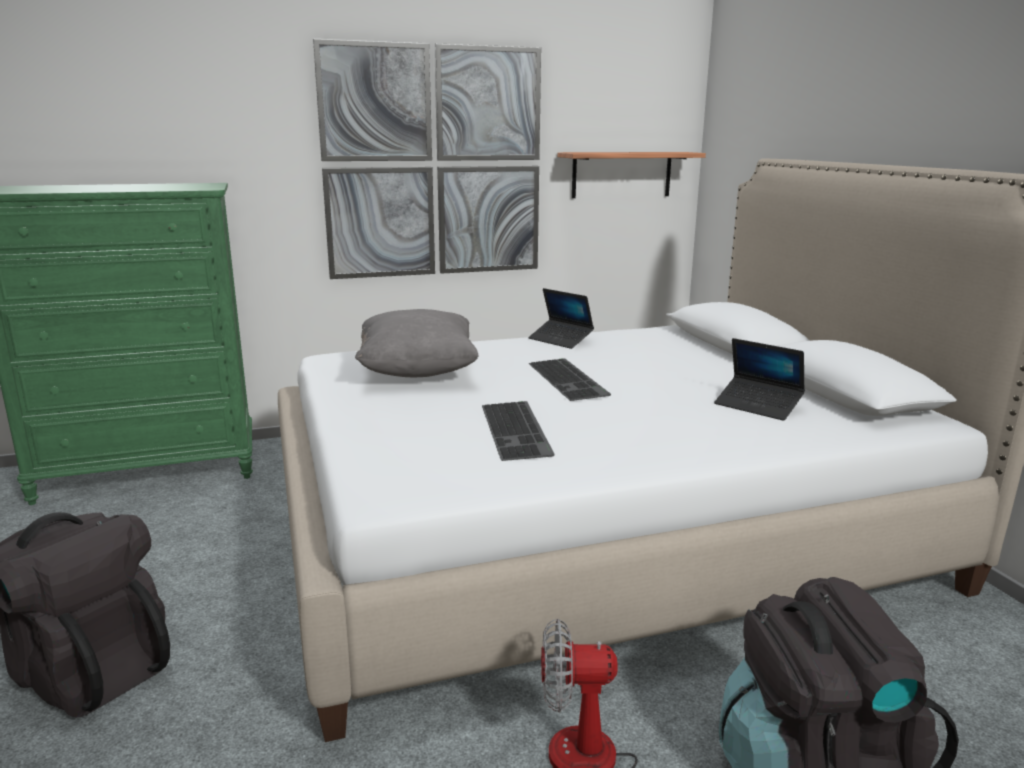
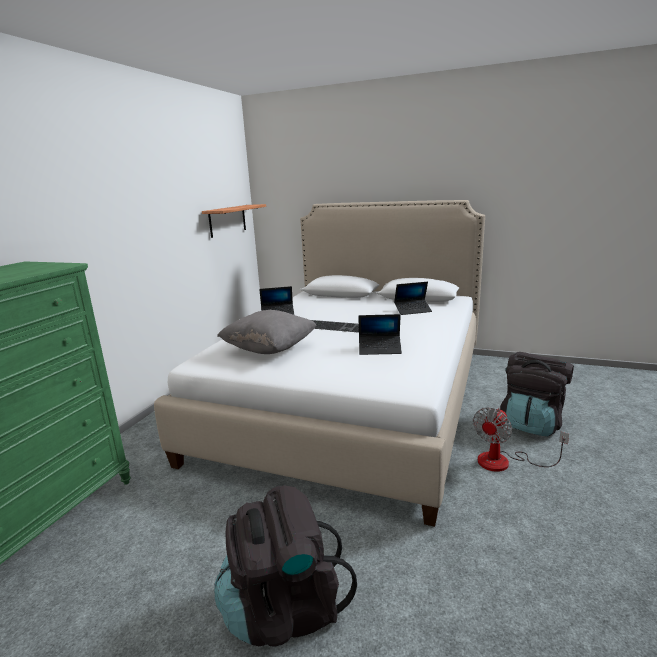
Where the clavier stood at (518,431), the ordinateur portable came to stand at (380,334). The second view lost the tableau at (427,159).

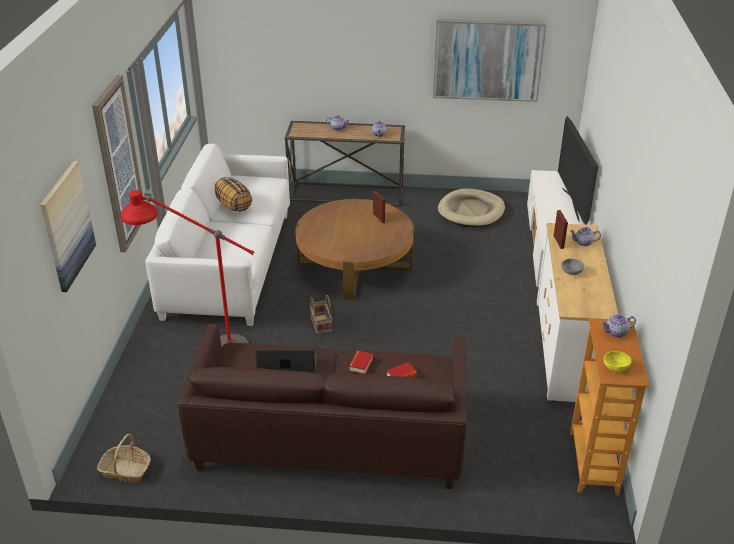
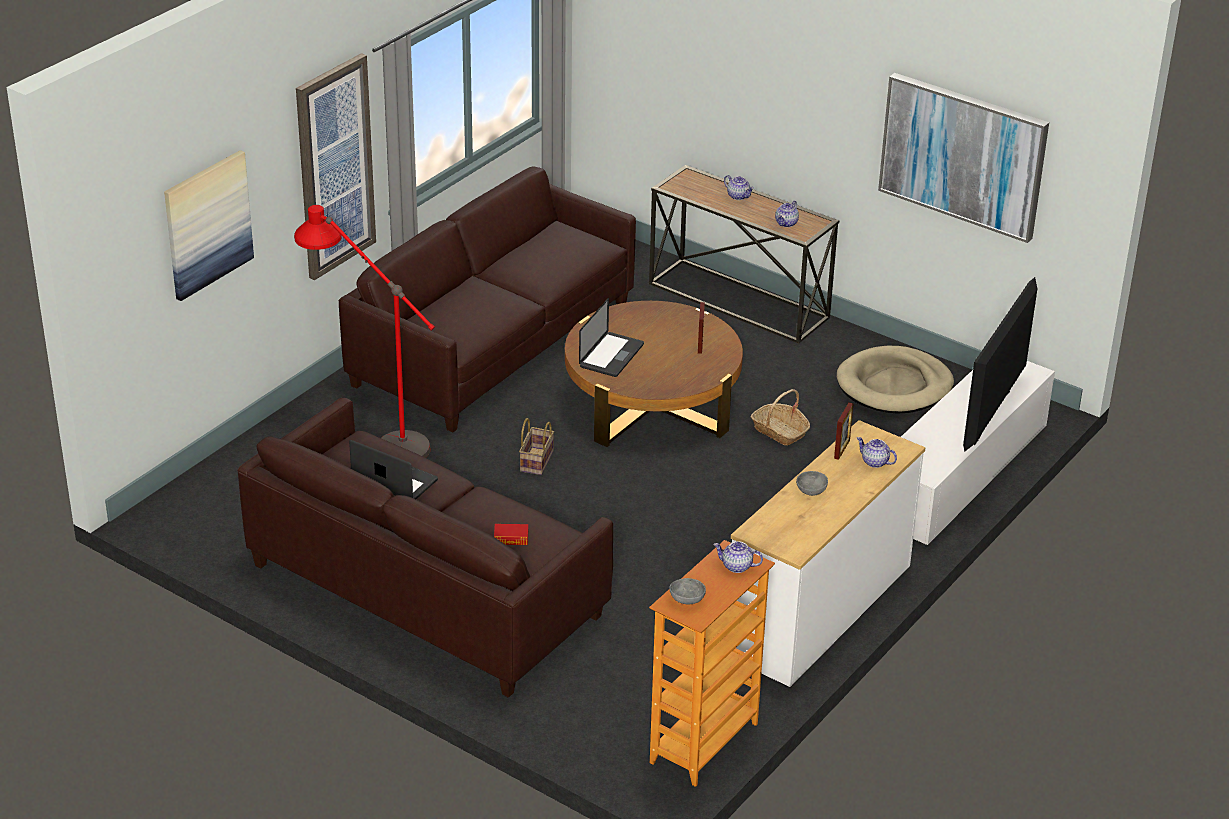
What was the canapé (blanc) at (217,235) turned into the canapé (marron) at (487,299). The second view gained the ordinateur portable at (611,337). What was the bol (jaune) at (617,361) turned into the bol (gris) at (687,591). The panier ended up elsewhere, having gone from (124,458) to (780,417). The second view lost the coussin at (233,194). The second view lost the livre at (361,362).

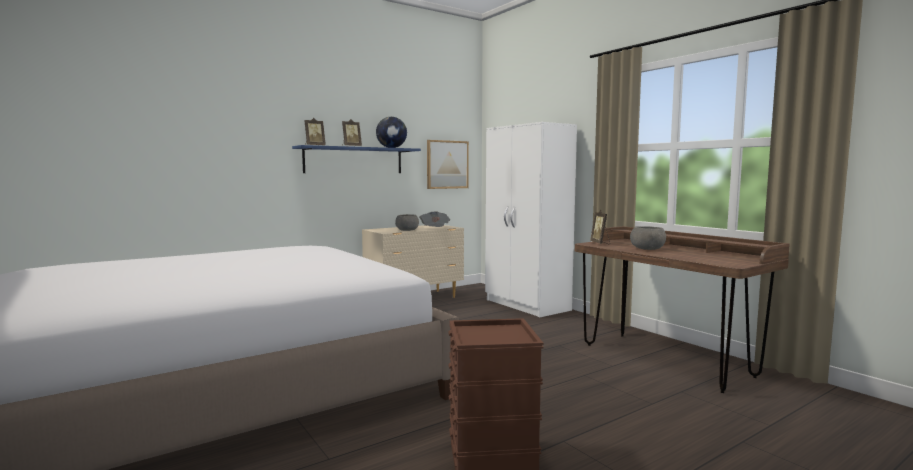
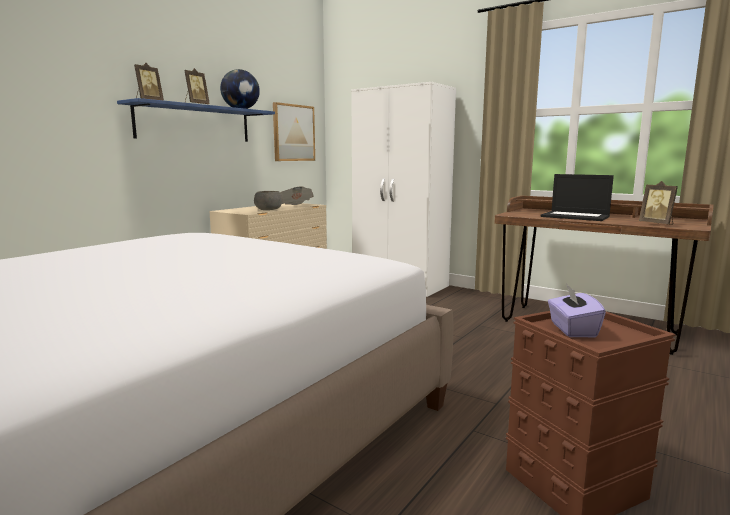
Where the bol (gris) stood at (648,238), the ordinateur portable came to stand at (577,197). The second view gained the boîte à mouchoirs (violet) at (577,311). The cadre photo ended up elsewhere, having gone from (600,227) to (658,203).

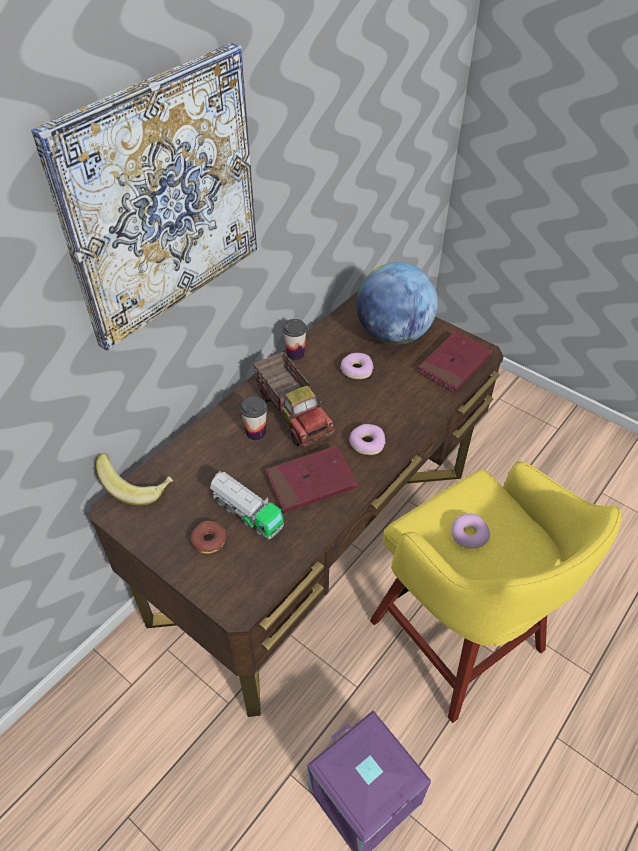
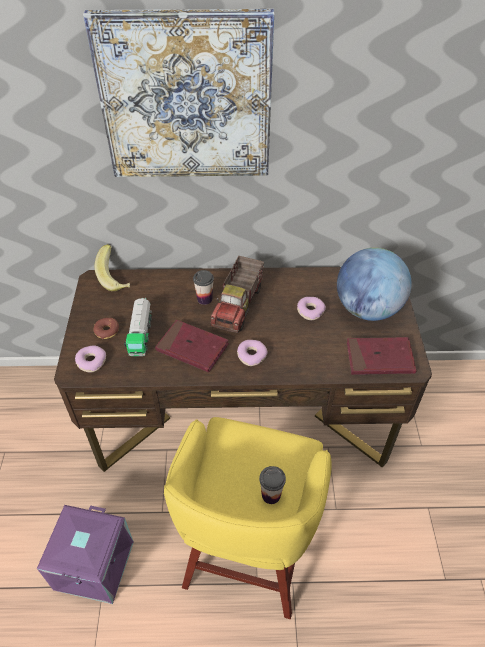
The beignet ended up elsewhere, having gone from (470,531) to (90,358). The tasse ended up elsewhere, having gone from (295,339) to (272,485).

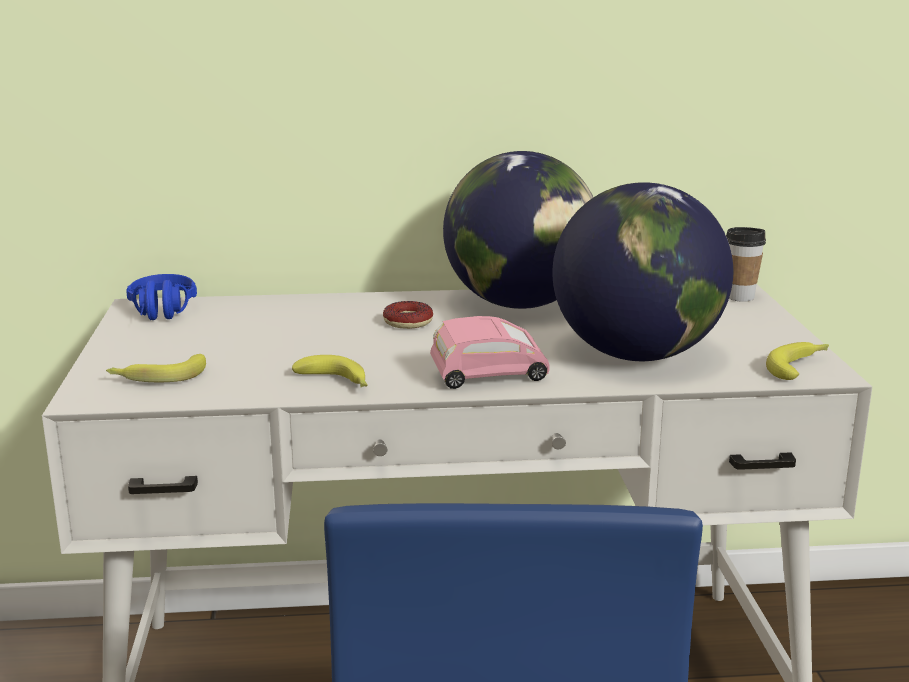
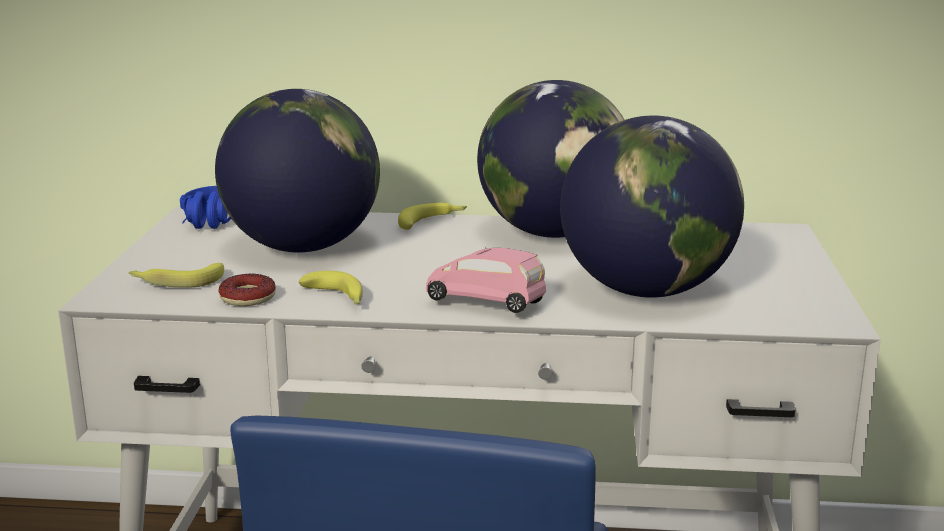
The second view gained the globe at (297,171). The beignet ended up elsewhere, having gone from (408,315) to (247,290). The banane ended up elsewhere, having gone from (797,361) to (432,216). The petite voiture (rose) at (489,352) ended up facing another way, 150 degrees counterclockwise from before. The second view lost the tasse at (746,264).

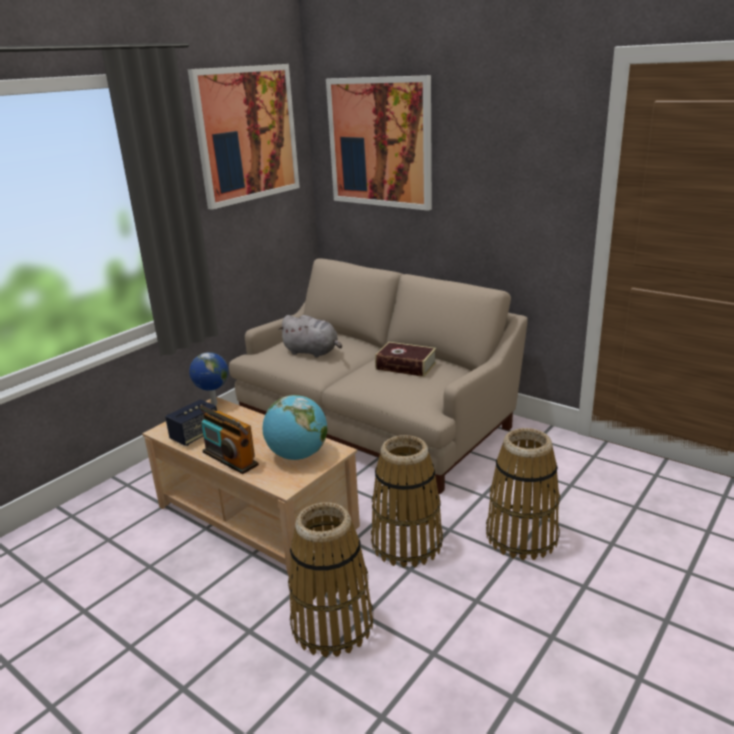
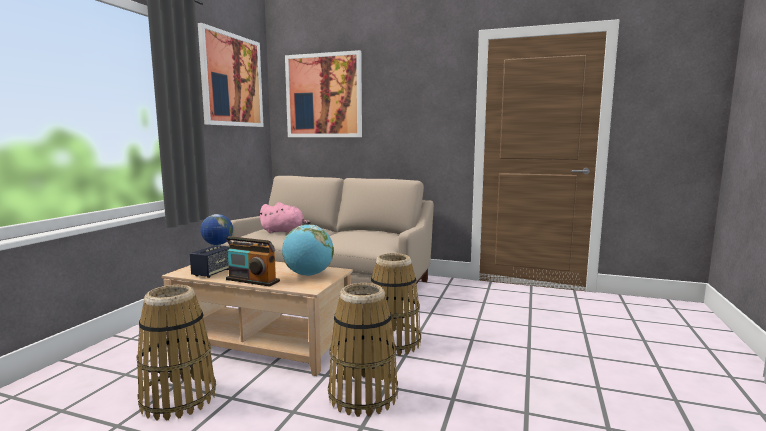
The panier ended up elsewhere, having gone from (523,494) to (176,352). What was the peluche (gris) at (310,336) turned into the peluche (rose) at (284,217). The second view lost the livre at (405,359).

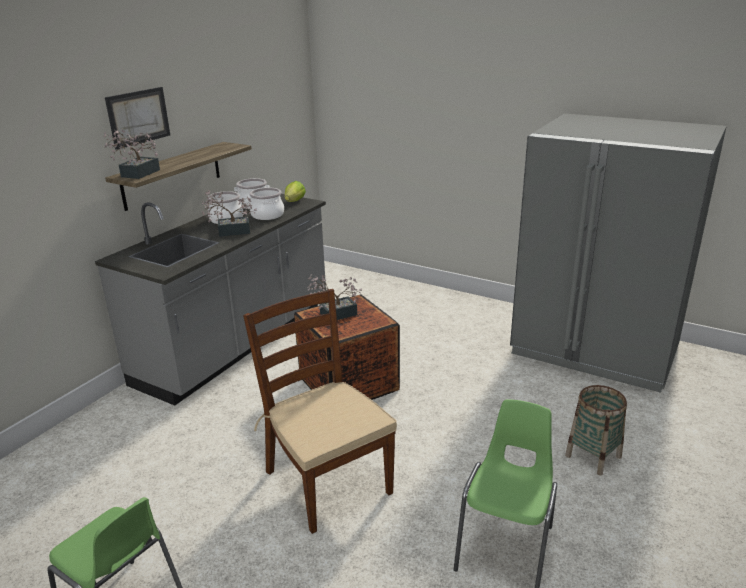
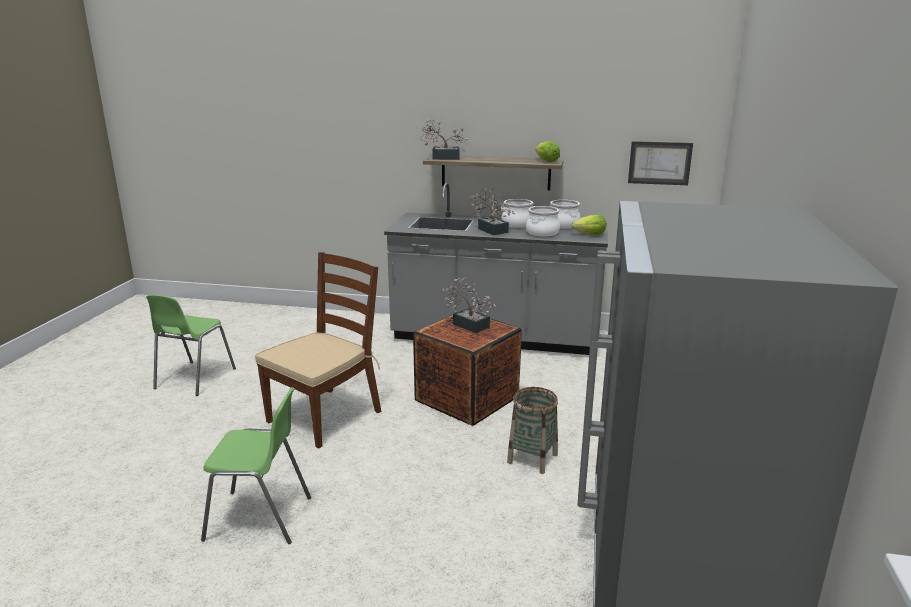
The panier ended up elsewhere, having gone from (596,430) to (532,430). The second view gained the laitue at (547,151). The tableau ended up elsewhere, having gone from (137,118) to (660,163).

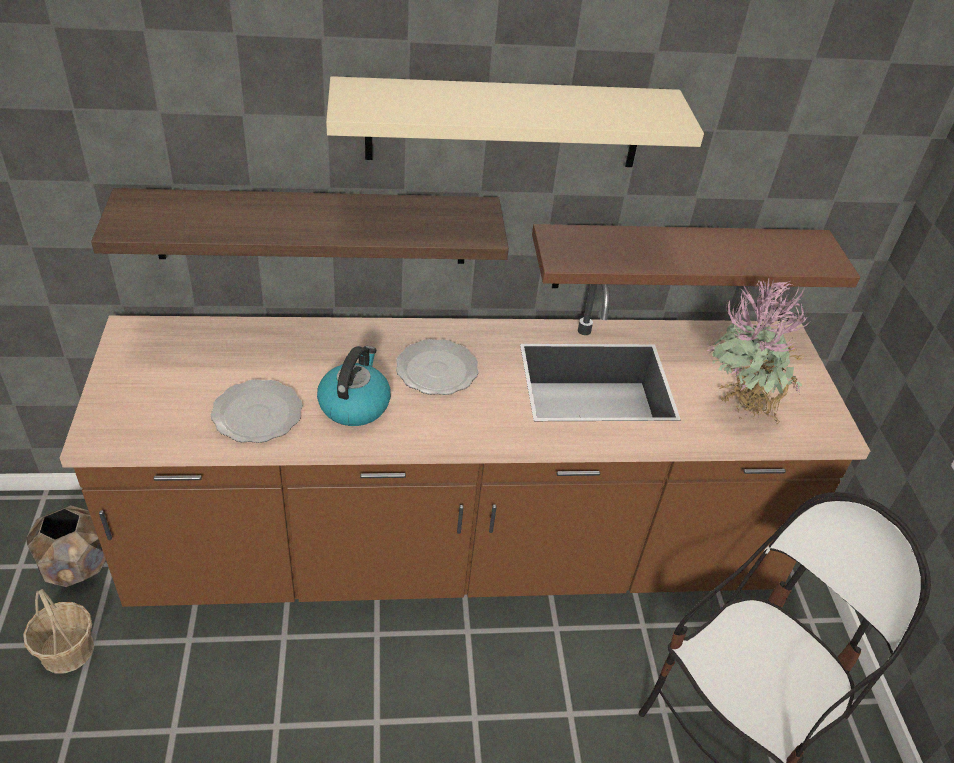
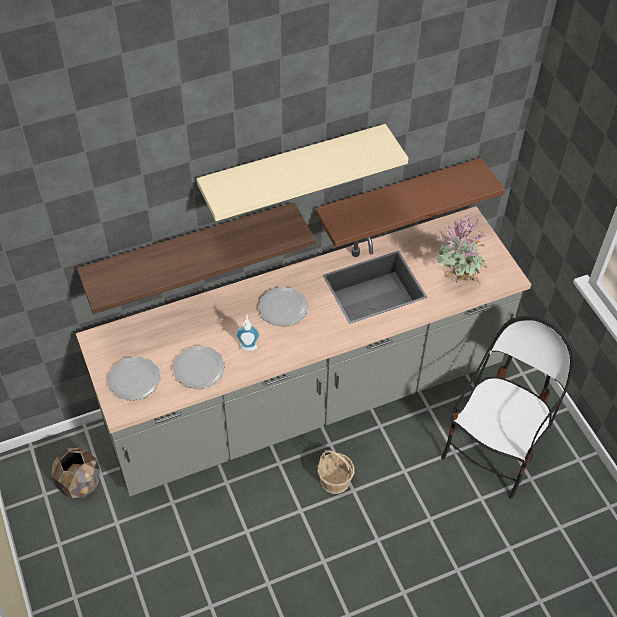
What was the comptoir de cuisine (marron) at (465,445) turned into the comptoir de cuisine (gris) at (303,351). The second view gained the assiette at (134,378). Where the bouilloire stood at (354,386), the distributeur de savon came to stand at (248,332). The panier ended up elsewhere, having gone from (58,631) to (335,472).

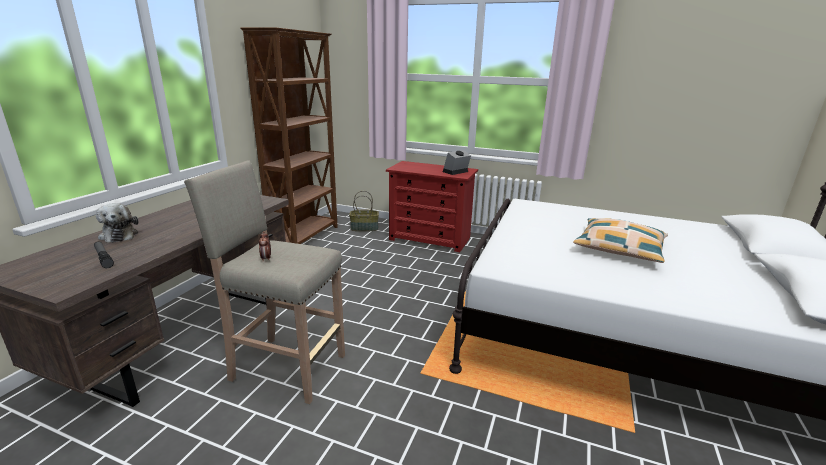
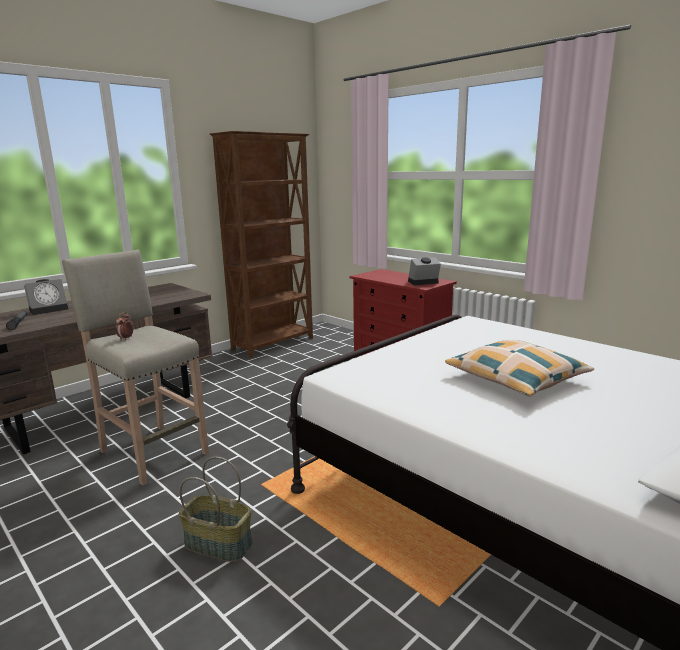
Where the peluche stood at (117,223), the réveil came to stand at (46,297). The panier ended up elsewhere, having gone from (364,211) to (216,509).

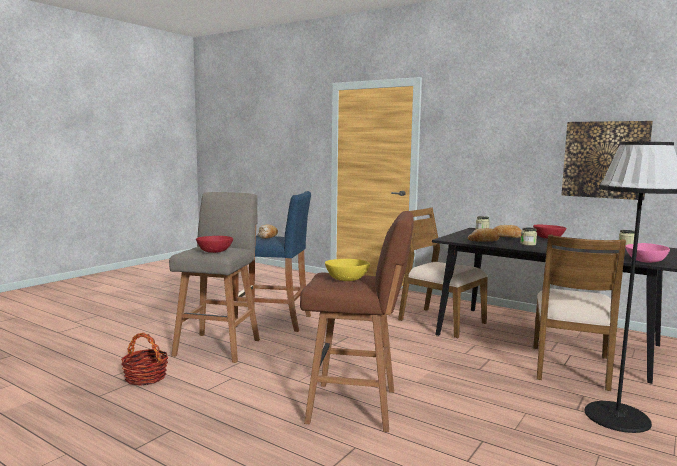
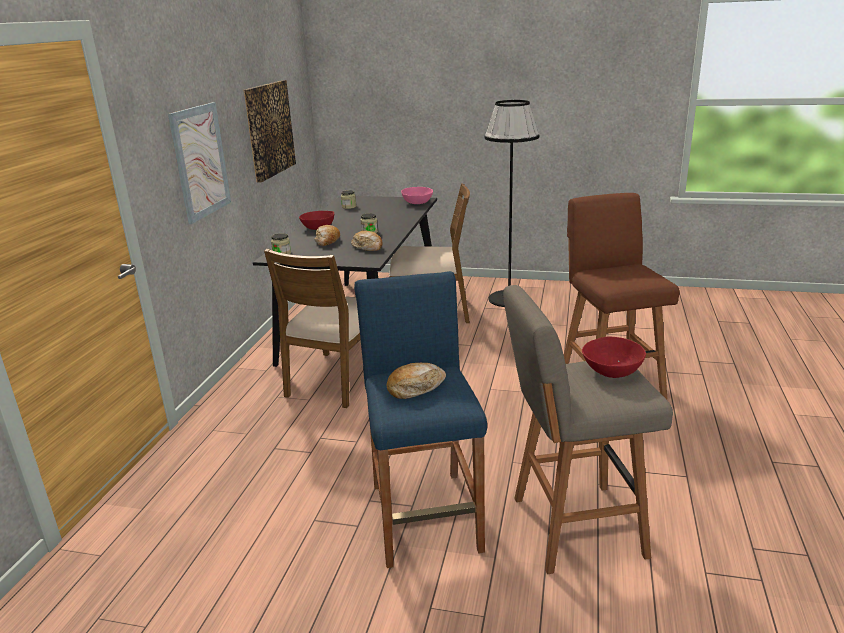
The second view gained the tableau at (199,163). The second view lost the panier at (144,359). The second view lost the bol (jaune) at (347,270).

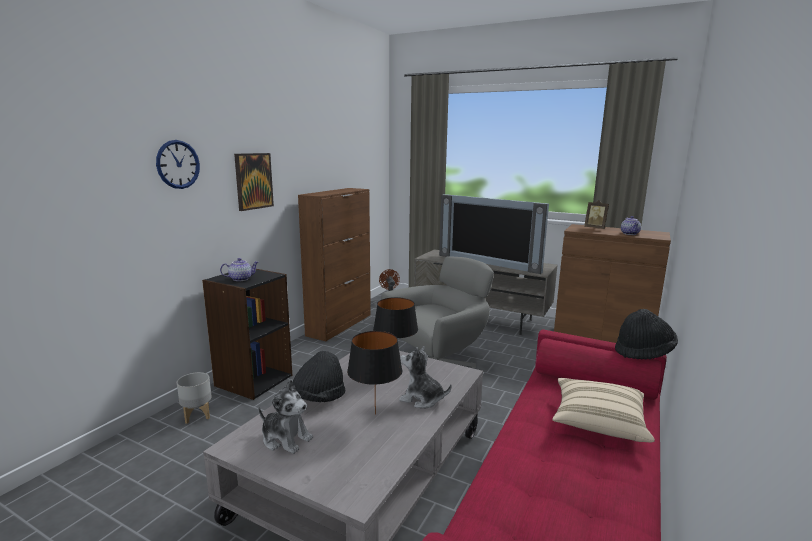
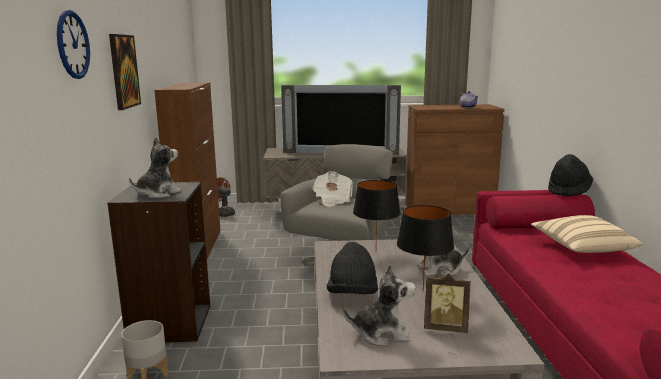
Where the théière stood at (239,269), the peluche came to stand at (155,168). The second view gained the journal at (333,188). The cadre photo ended up elsewhere, having gone from (596,214) to (447,303).

